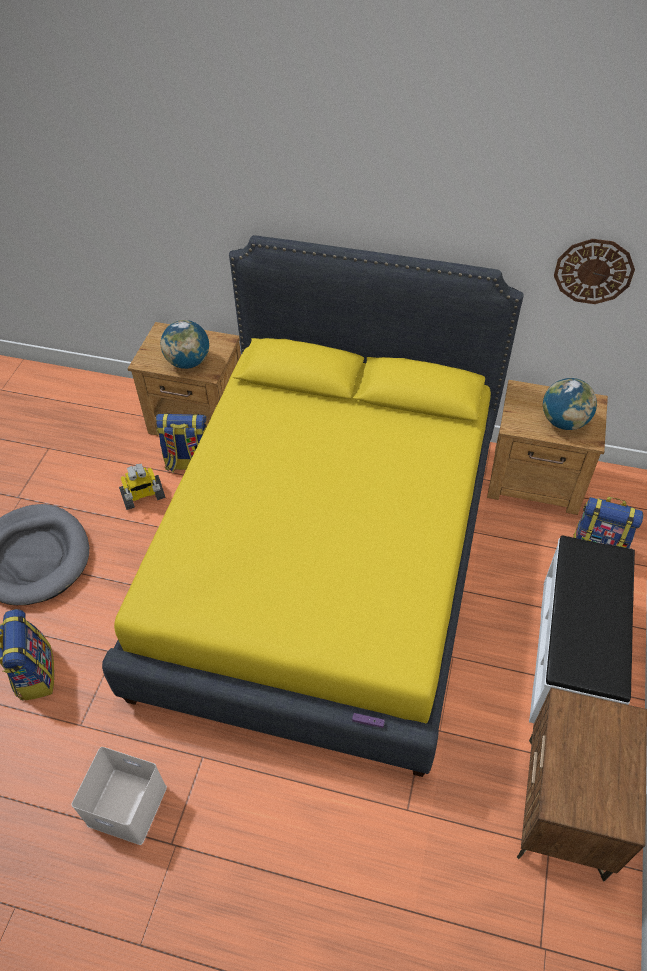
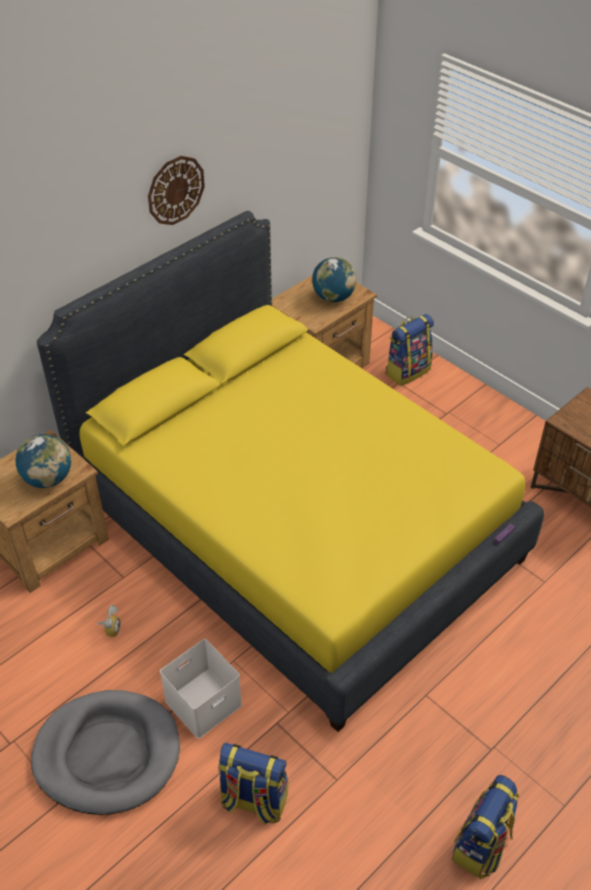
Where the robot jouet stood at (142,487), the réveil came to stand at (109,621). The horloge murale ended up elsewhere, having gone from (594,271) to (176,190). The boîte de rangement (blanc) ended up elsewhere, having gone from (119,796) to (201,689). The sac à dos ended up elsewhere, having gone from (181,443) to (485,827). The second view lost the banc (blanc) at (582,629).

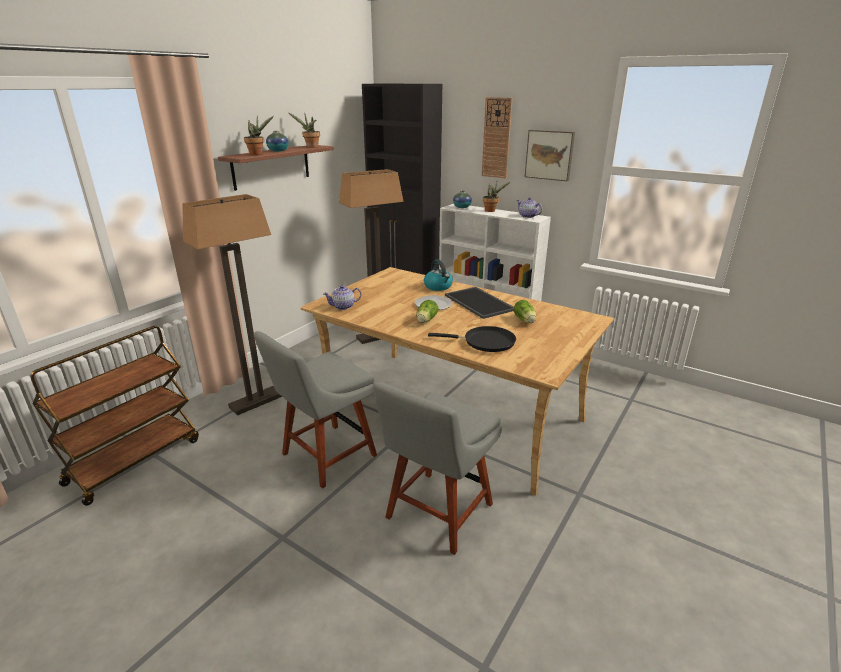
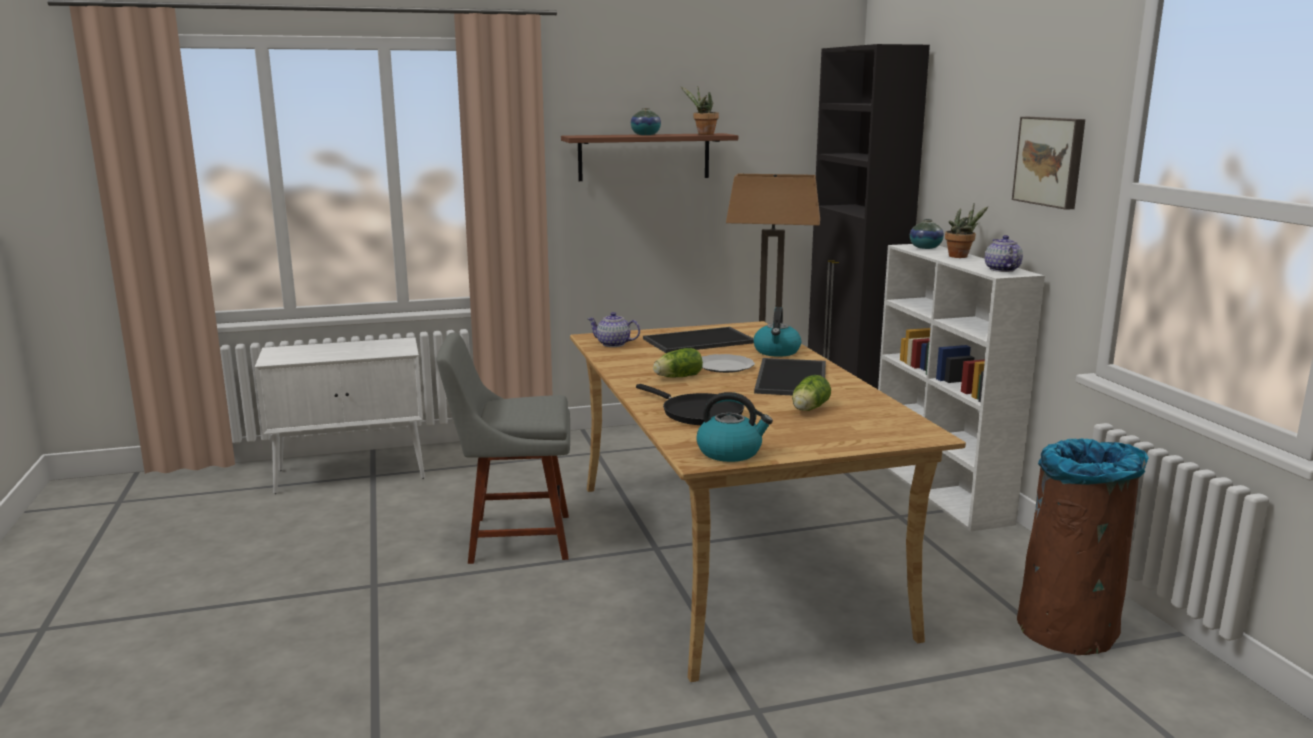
Where the chariot (marron) stood at (114,416), the meuble de rangement (blanc) came to stand at (340,415). The second view gained the plateau at (698,340). The second view gained the bouilloire at (734,427). The second view gained the poubelle (marron) at (1083,546). The second view lost the lampadaire at (232,304). The second view lost the plante en pot at (259,135). The second view lost the chaise (gris) at (437,468). The second view lost the horloge murale at (497,137).

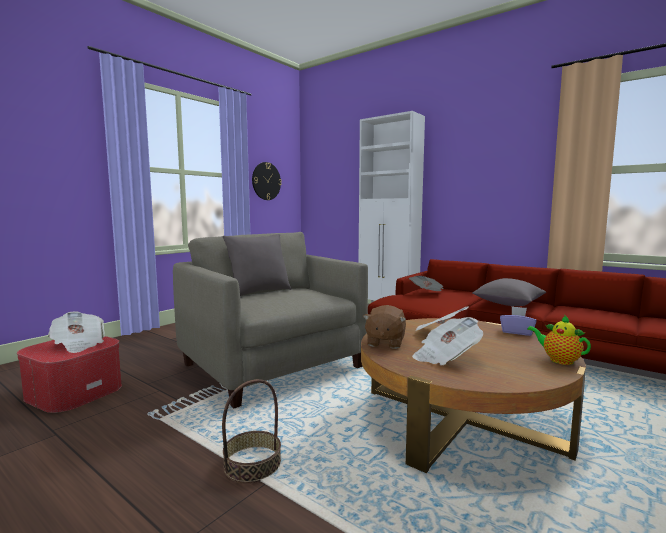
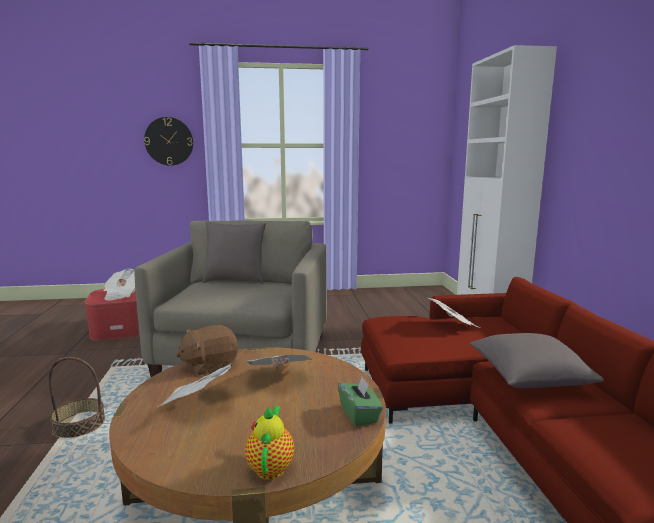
The horloge murale ended up elsewhere, having gone from (267,181) to (168,141). What was the boîte à mouchoirs (violet) at (518,321) turned into the boîte à mouchoirs (vert) at (360,402).

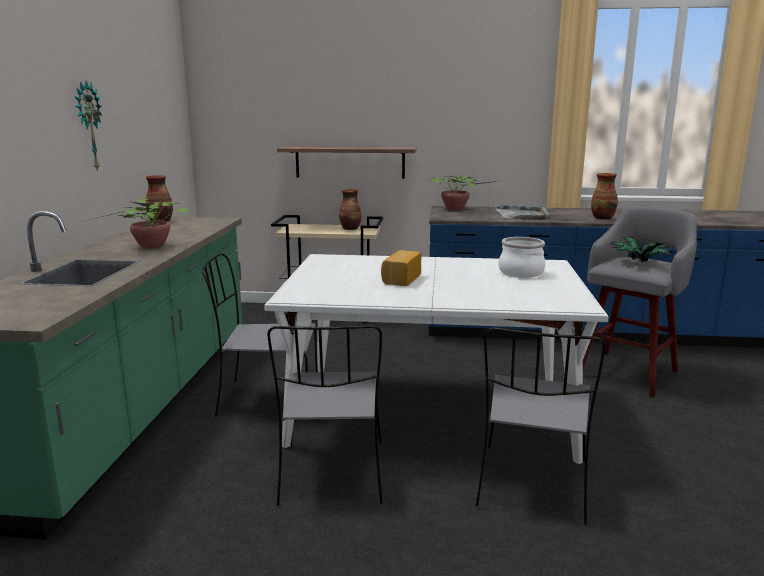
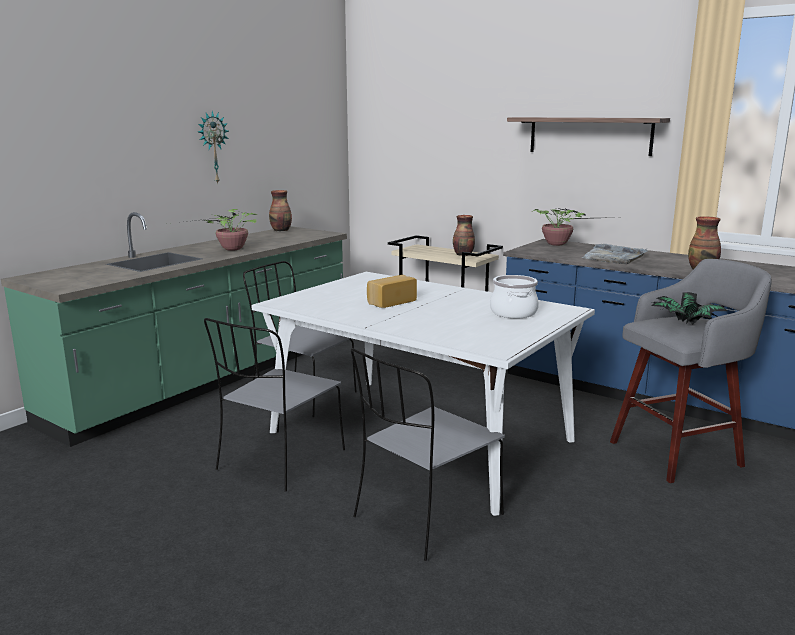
The étagère ended up elsewhere, having gone from (347,162) to (588,136).

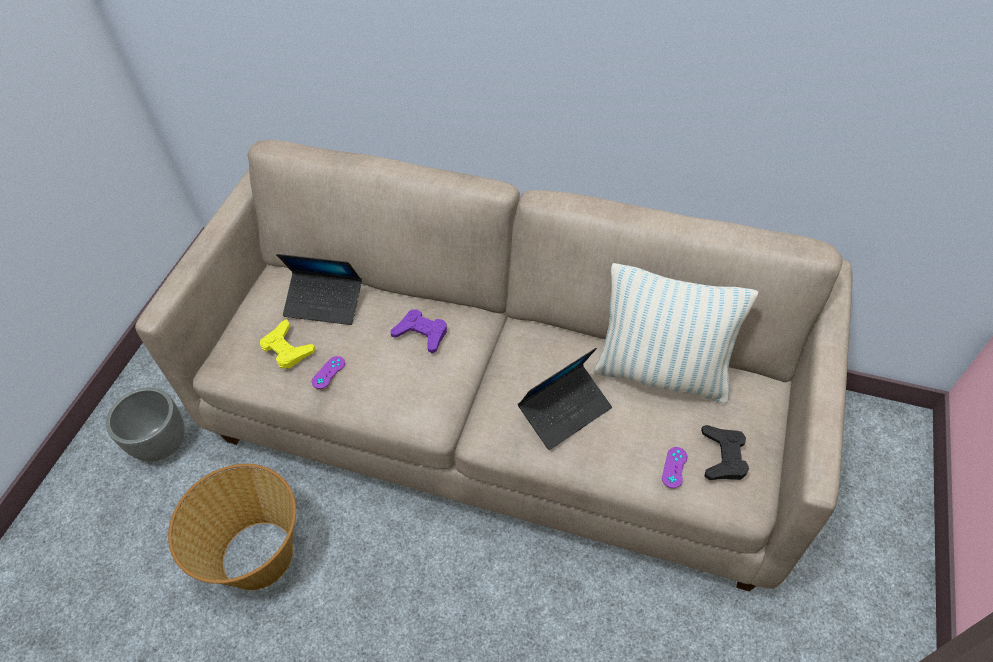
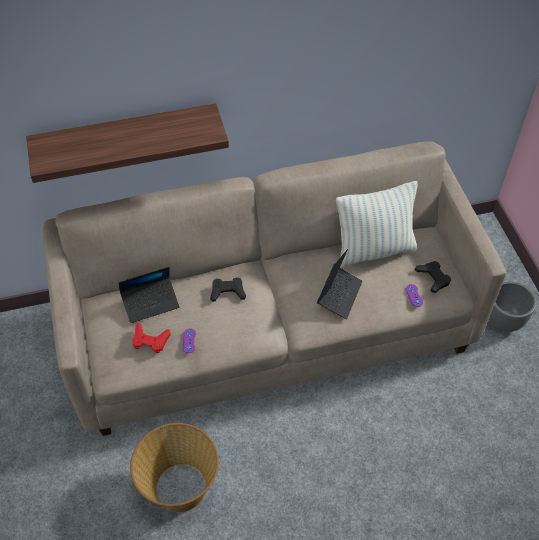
The second view gained the étagère at (127,143). What was the manette (jaune) at (287,344) turned into the manette (rouge) at (151,338). What was the manette (violet) at (419,331) turned into the manette (noir) at (228,289). The cache-pot (gris) ended up elsewhere, having gone from (145,424) to (512,306).

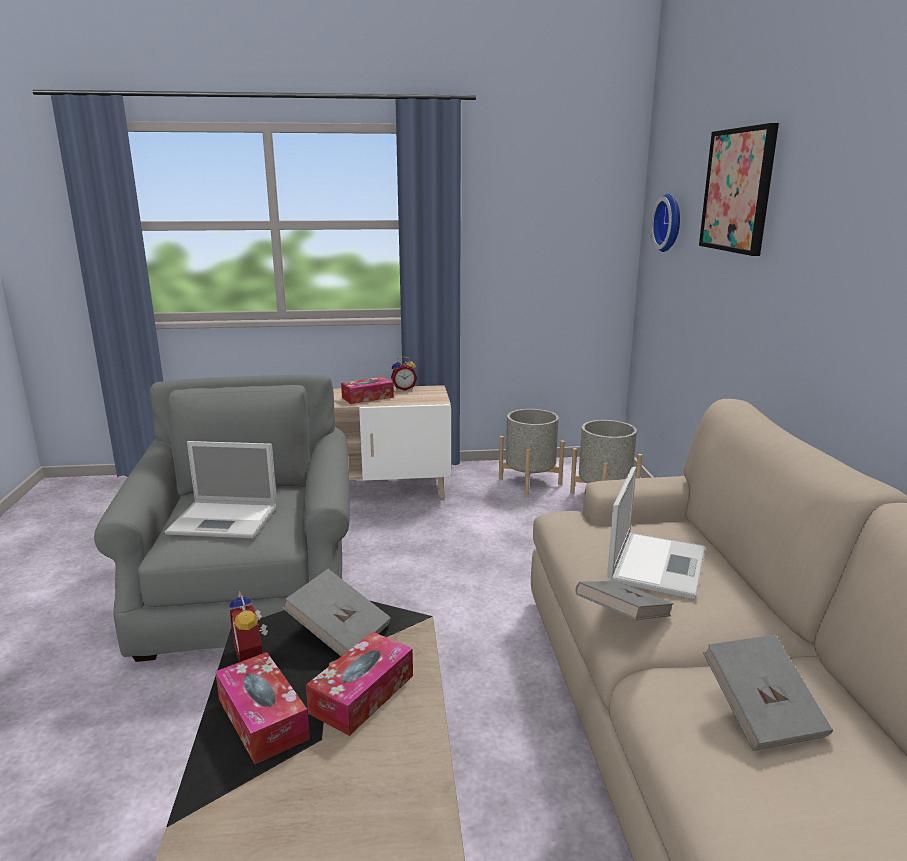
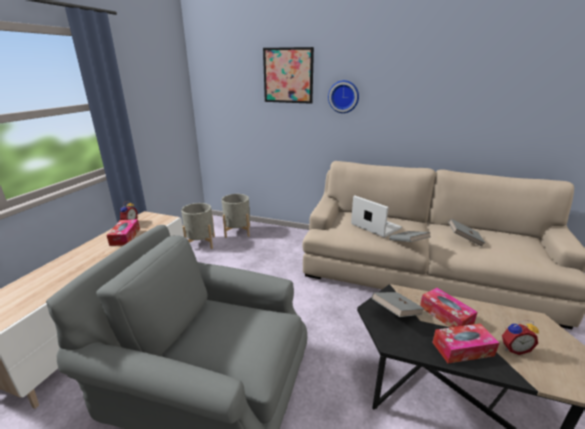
The horloge murale ended up elsewhere, having gone from (665,223) to (343,96). The réveil ended up elsewhere, having gone from (248,626) to (520,337). The second view lost the ordinateur portable at (221,489).

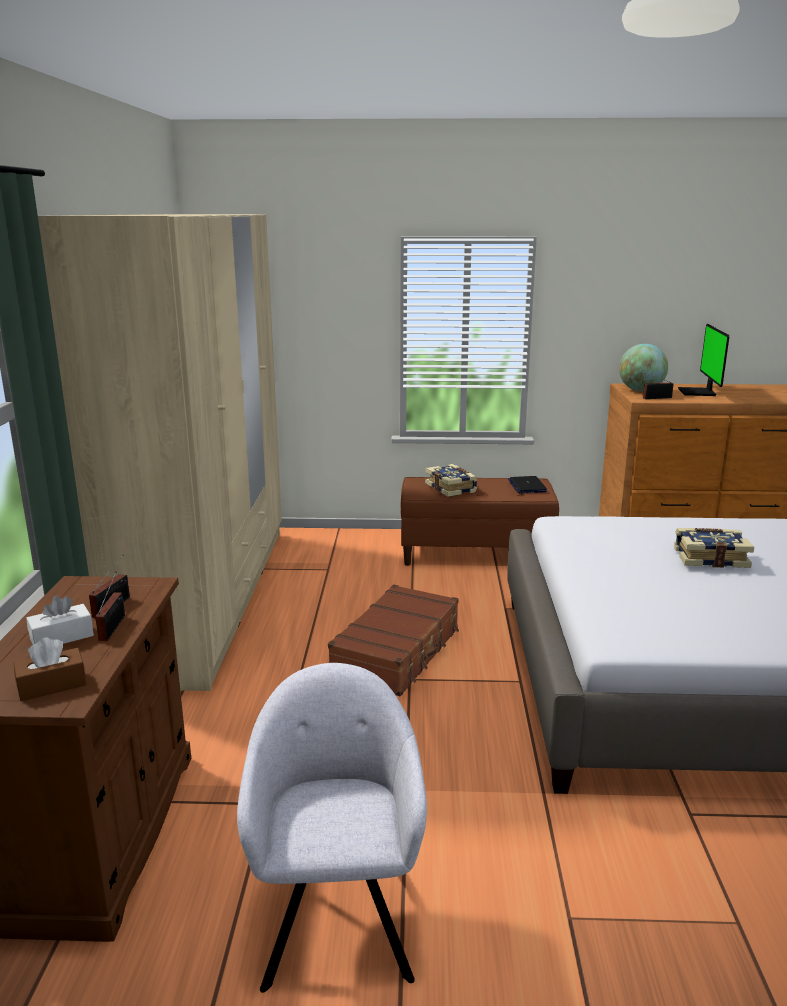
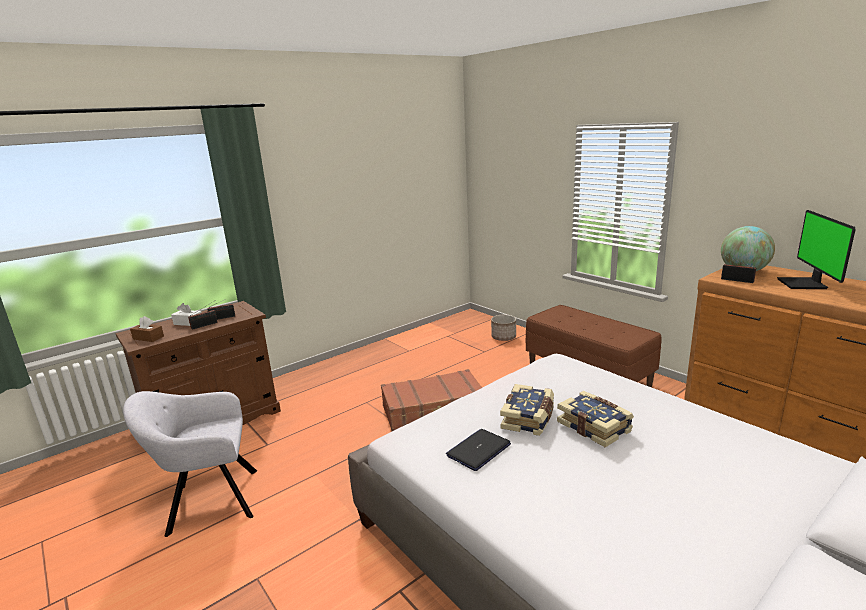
The fauteuil (gris) at (332,828) ended up facing another way, 150 degrees counterclockwise from before. The ordinateur portable ended up elsewhere, having gone from (527,484) to (478,450). The second view gained the cache-pot at (503,328). The livre ended up elsewhere, having gone from (451,480) to (527,410). The écran d'ordinateur at (703,360) ended up facing another way, 45 degrees counterclockwise from before. The second view lost the armoire (beige) at (160,452).

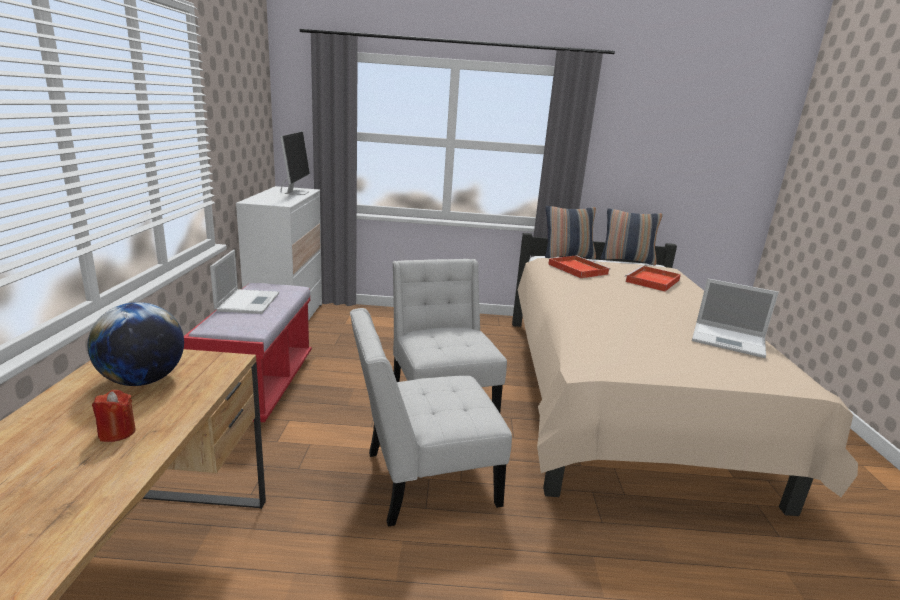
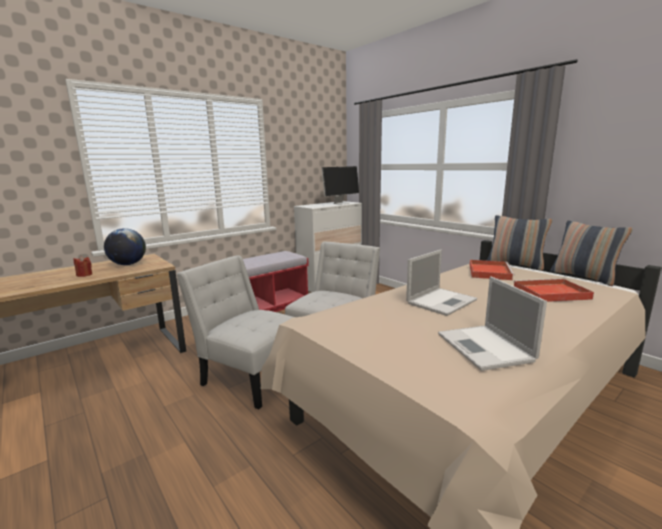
The ordinateur portable ended up elsewhere, having gone from (244,282) to (441,283).

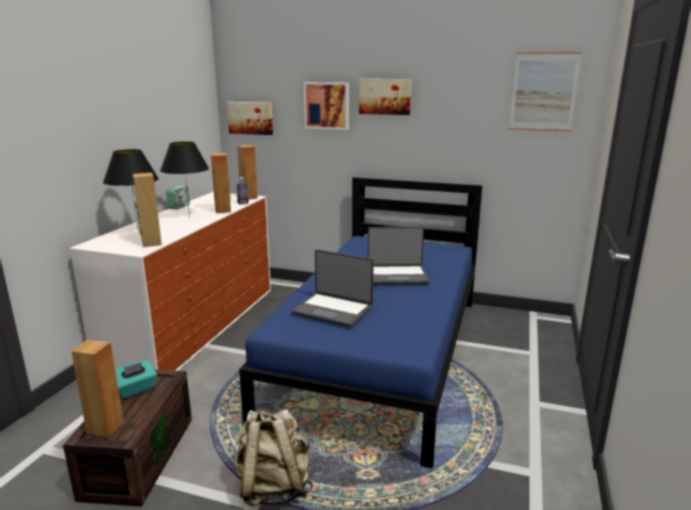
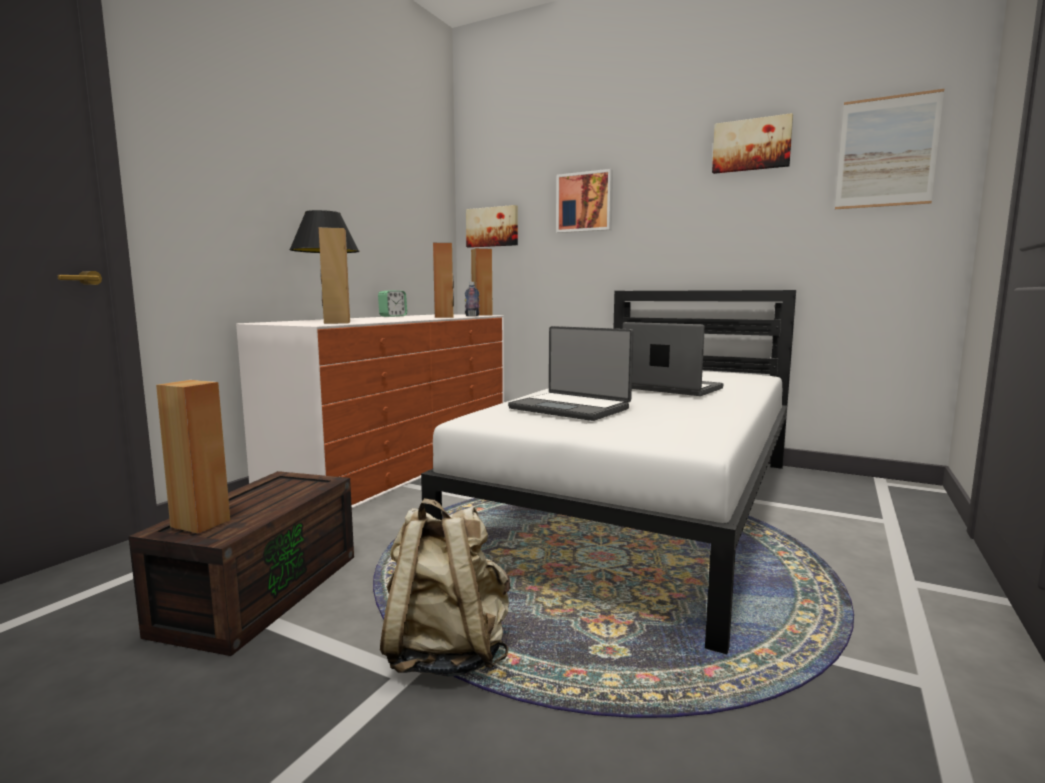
What was the lit (bleu) at (360,322) turned into the lit (blanc) at (608,472). The ordinateur portable at (398,256) ended up facing another way, 150 degrees counterclockwise from before. The tableau ended up elsewhere, having gone from (385,97) to (752,143). The second view lost the boîte à mouchoirs (turquoise) at (136,380). The second view lost the lampe de table (noir) at (184,179).

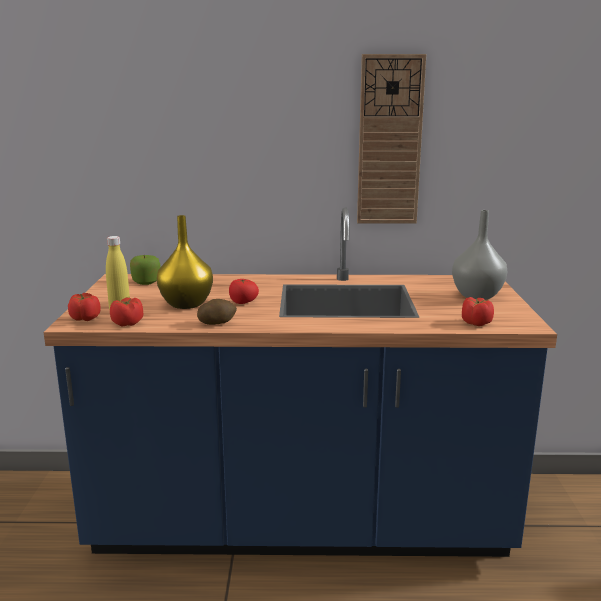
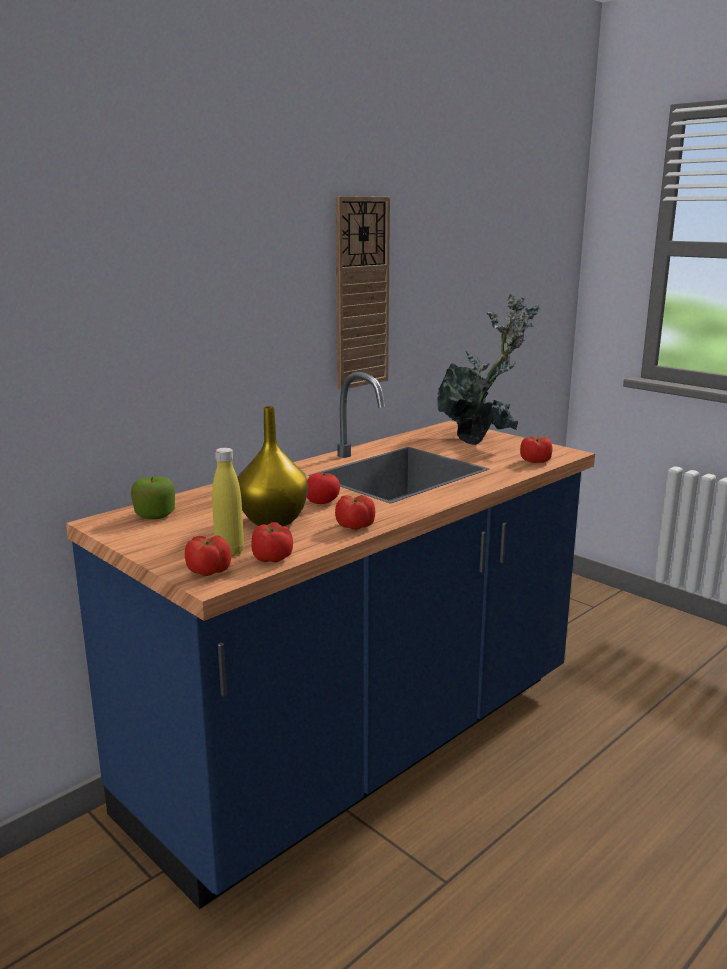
Where the pomme de terre stood at (217,312), the tomate came to stand at (355,512). Where the vase (gris) stood at (479,255), the plante en pot came to stand at (488,369).

